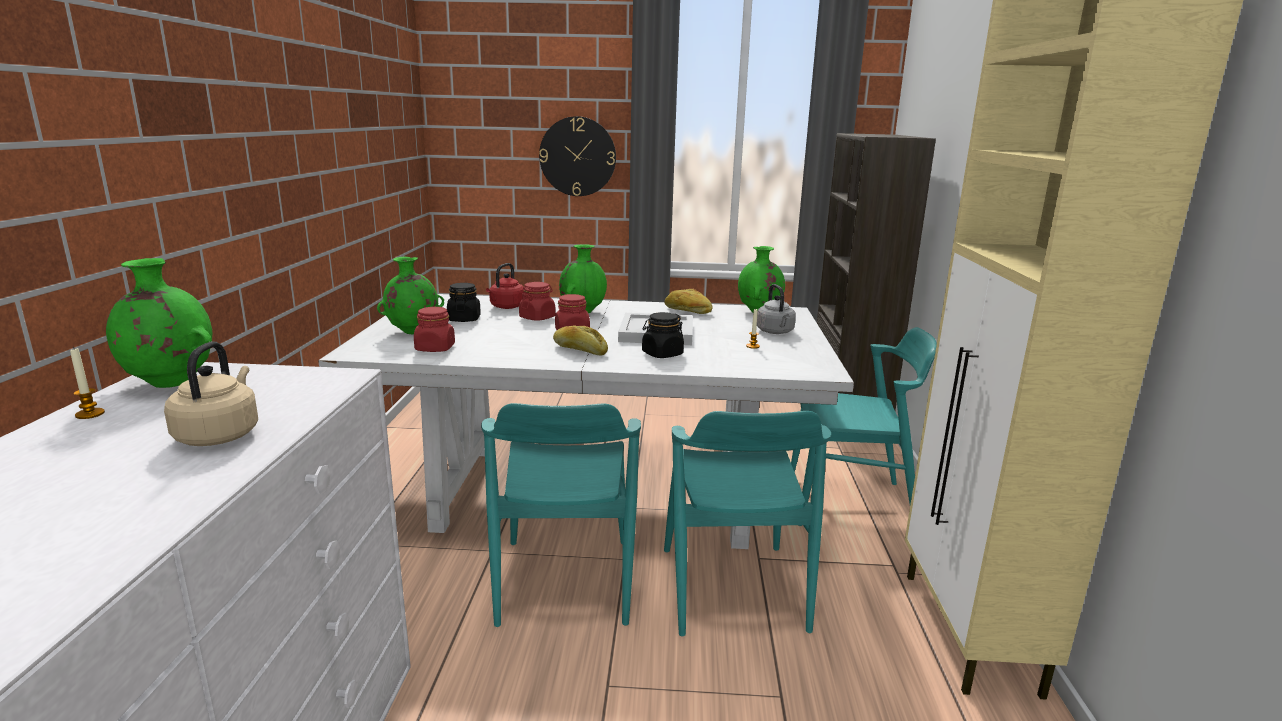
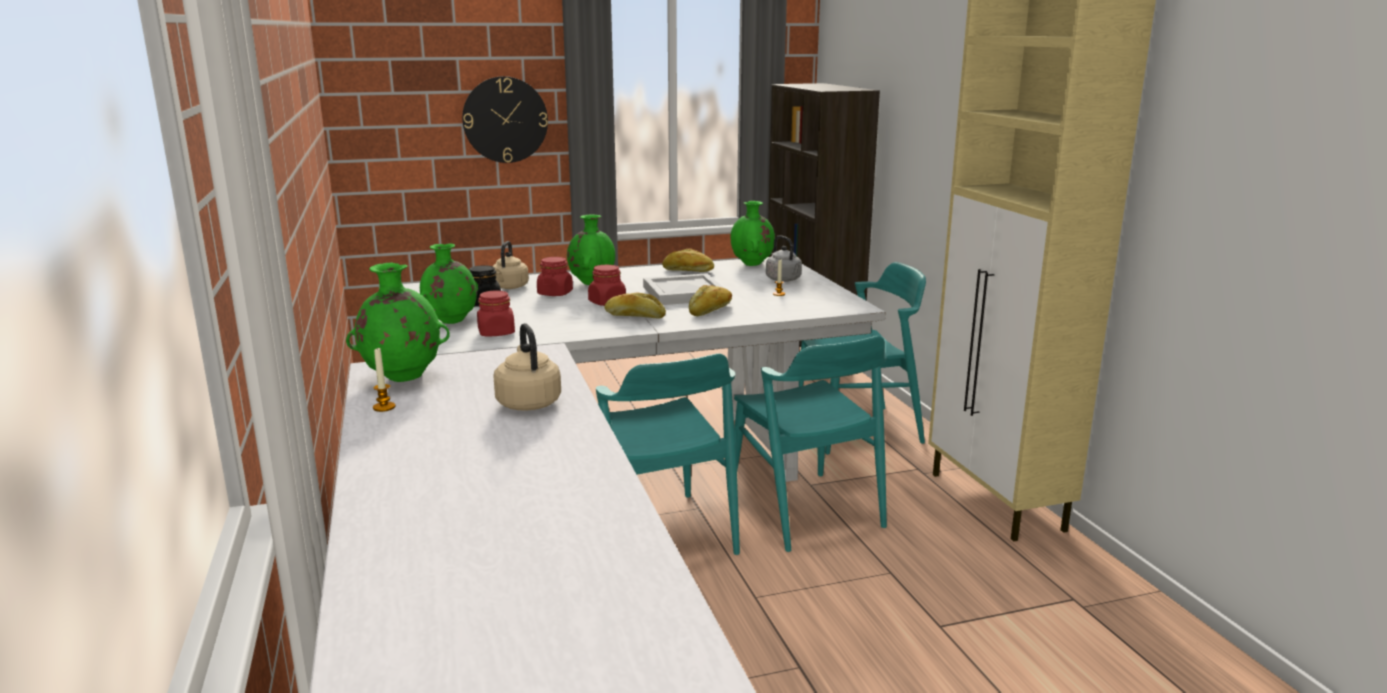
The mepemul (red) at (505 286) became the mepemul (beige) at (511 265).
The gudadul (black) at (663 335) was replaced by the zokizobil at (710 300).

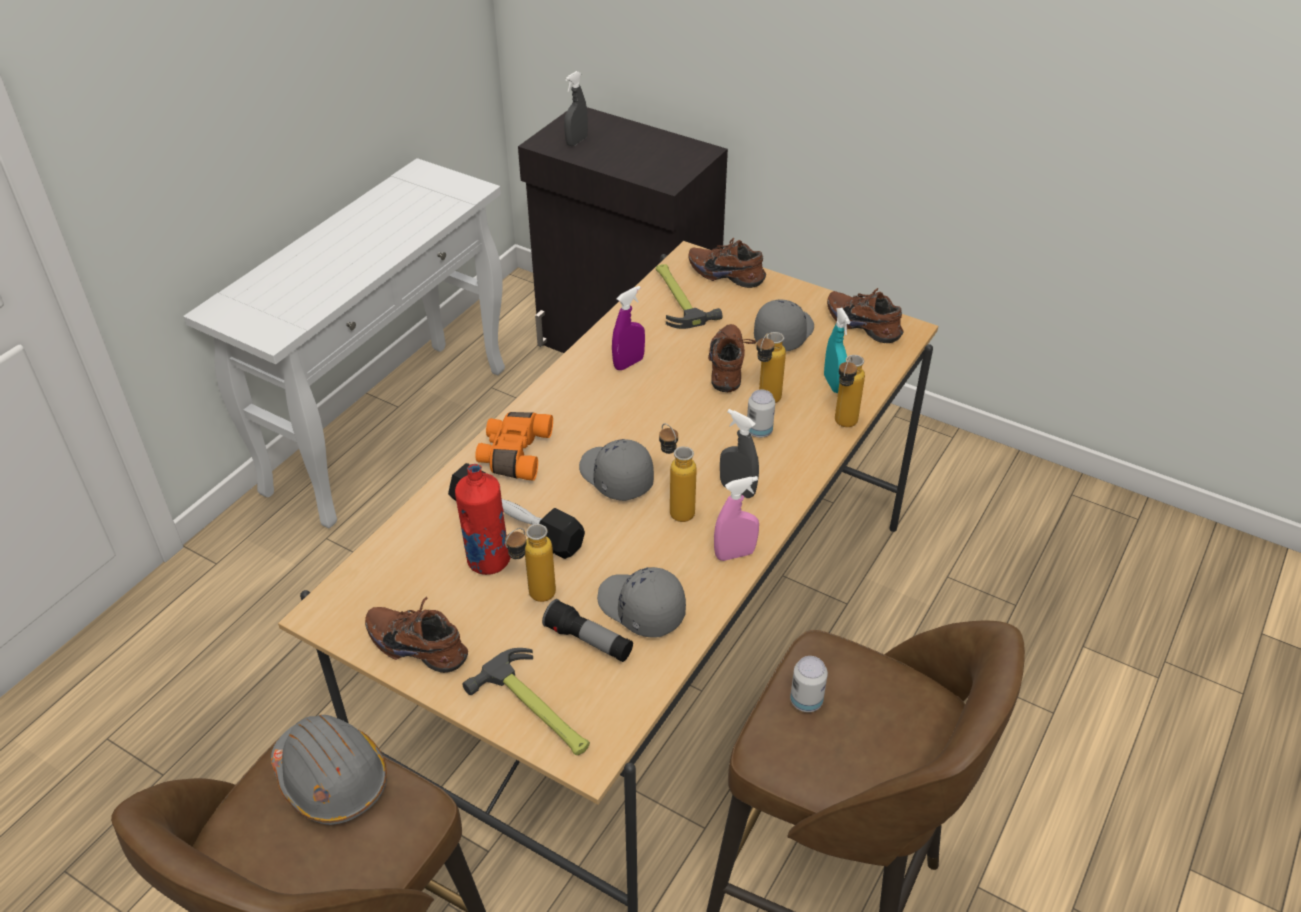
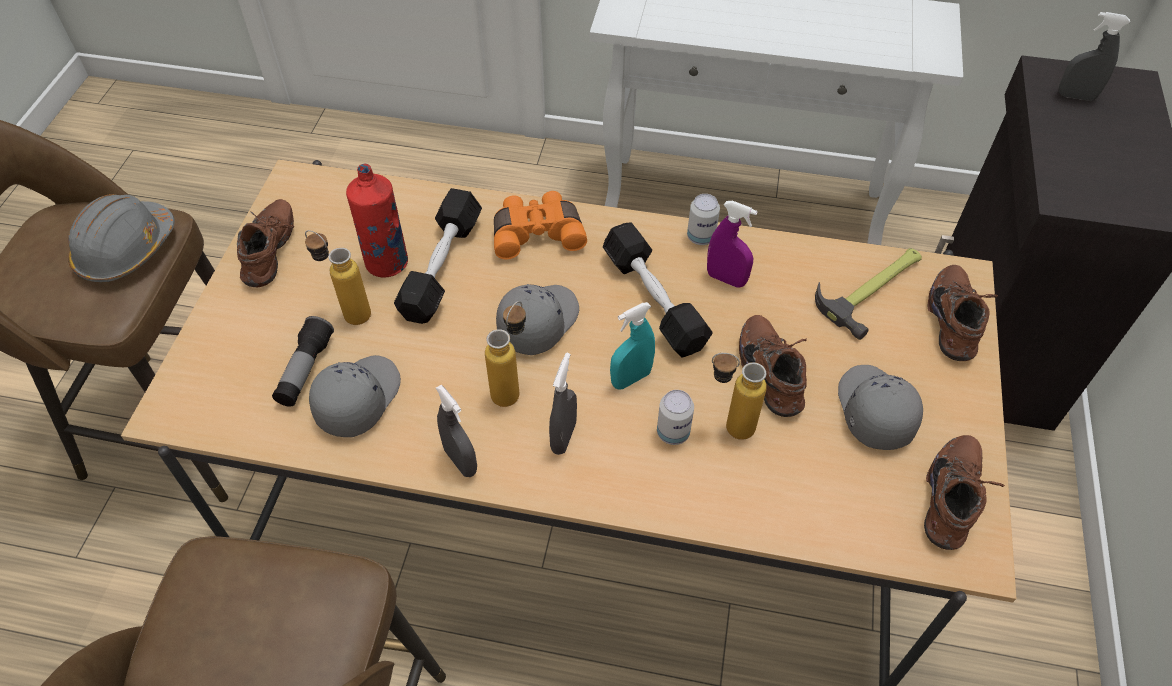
The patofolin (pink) at (736 518) became the patofolin (grey) at (456 431).
The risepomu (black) at (658 290) appeared.
The patofolin (turquoise) moved from (837 350) to (632 345).
The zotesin moved from (809 684) to (703 219).
The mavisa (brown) at (732 358) turned 90 degrees counterclockwise.
The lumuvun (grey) at (784 325) turned 105 degrees counterclockwise.
The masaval at (526 701) disappeared.
The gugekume at (850 391) disappeared.

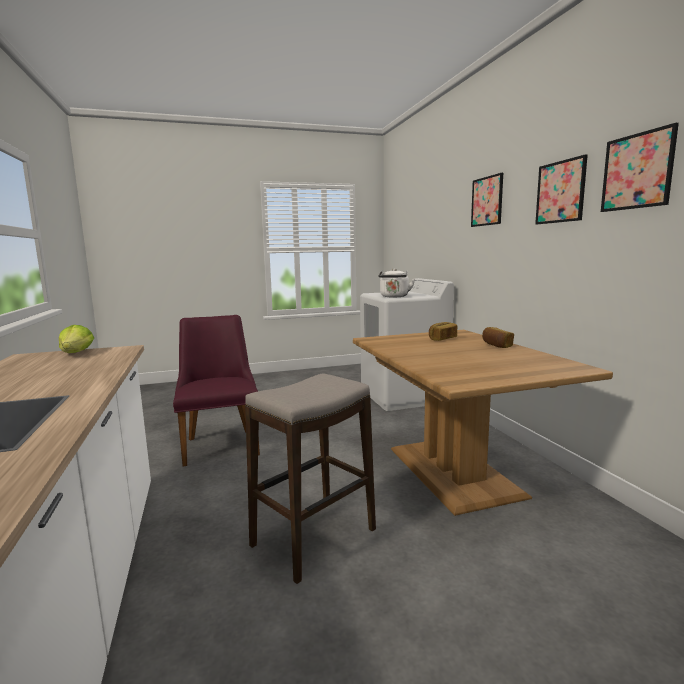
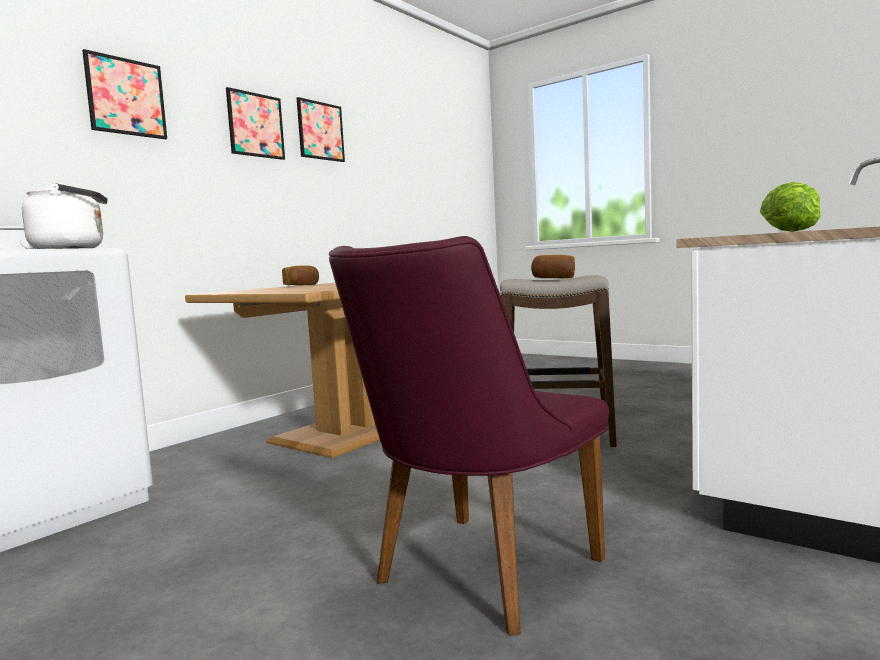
The zokizobil moved from (443 331) to (553 266).

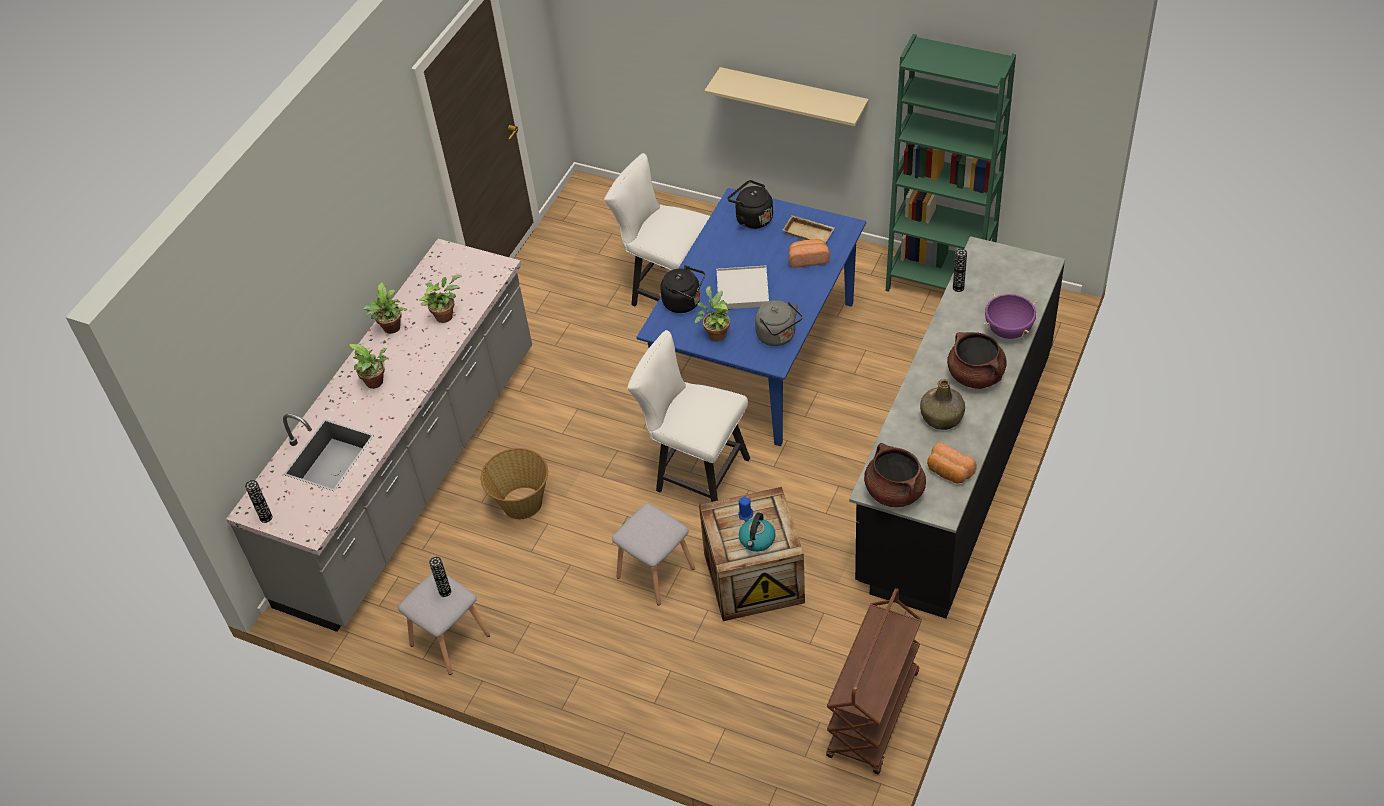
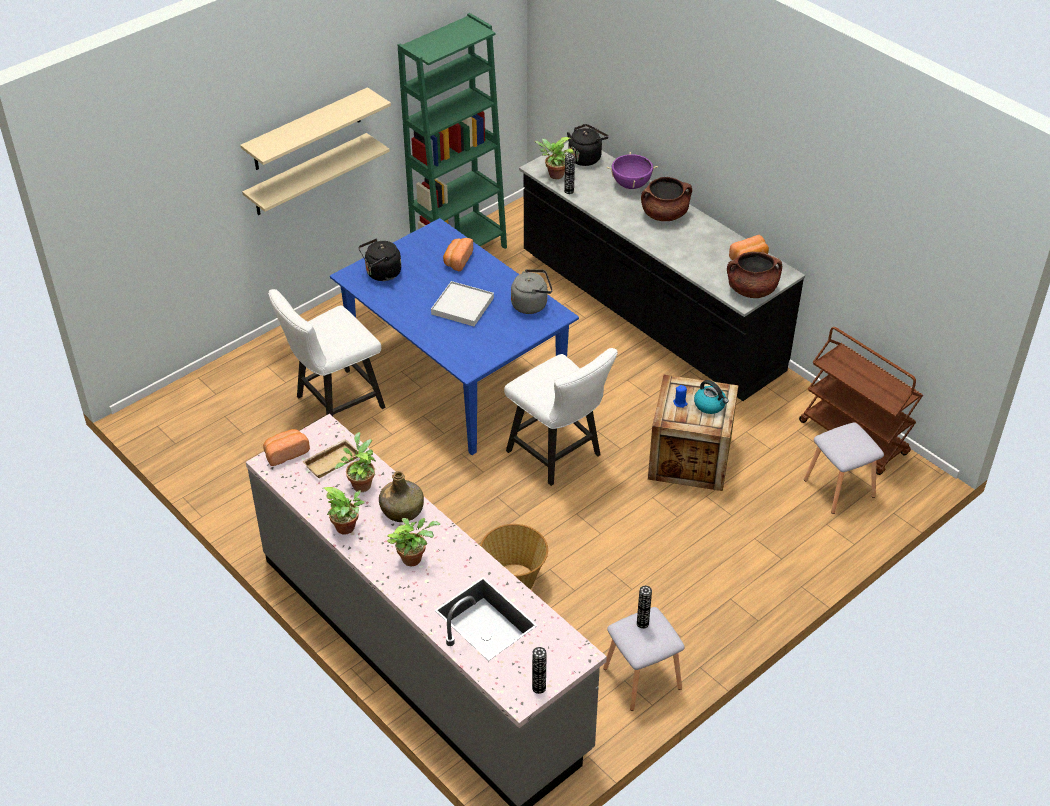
The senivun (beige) at (315 128) appeared.
The zokizobil at (286 447) appeared.
The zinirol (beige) moved from (809 229) to (330 458).
The gugekume (green) moved from (942 404) to (401 496).
The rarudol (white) at (688 416) turned 90 degrees counterclockwise.
The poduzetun moved from (713 314) to (554 158).
The mepemul (black) moved from (682 289) to (588 145).
The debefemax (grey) moved from (653 555) to (844 468).

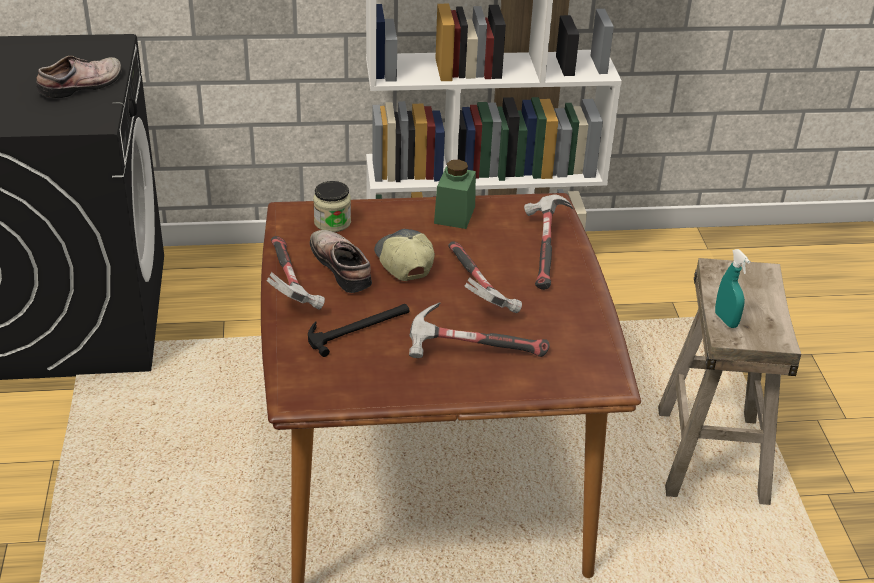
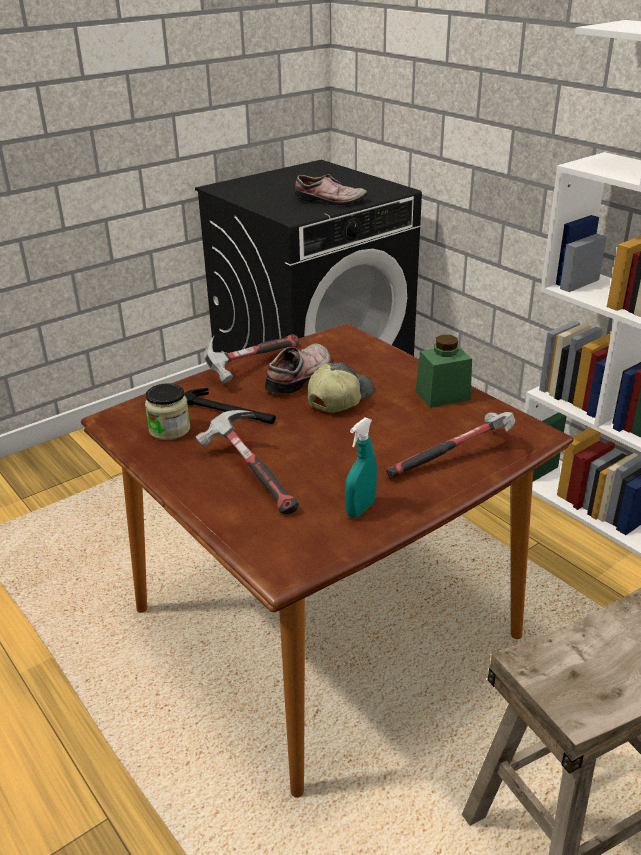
The gudadul moved from (332 206) to (167 411).
The patofolin (turquoise) moved from (732 288) to (361 467).
The masaval at (485 277) disappeared.

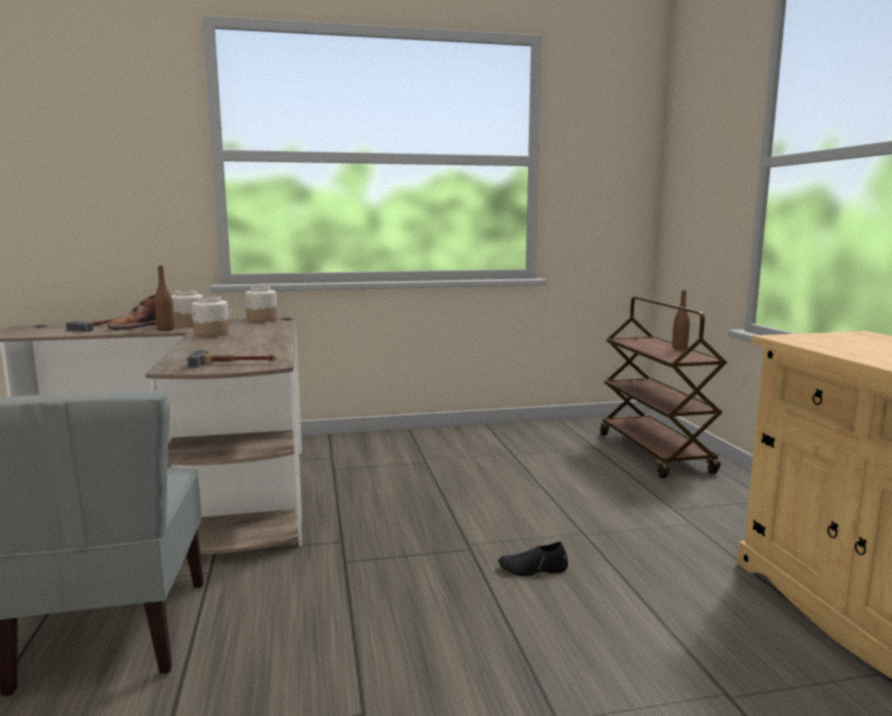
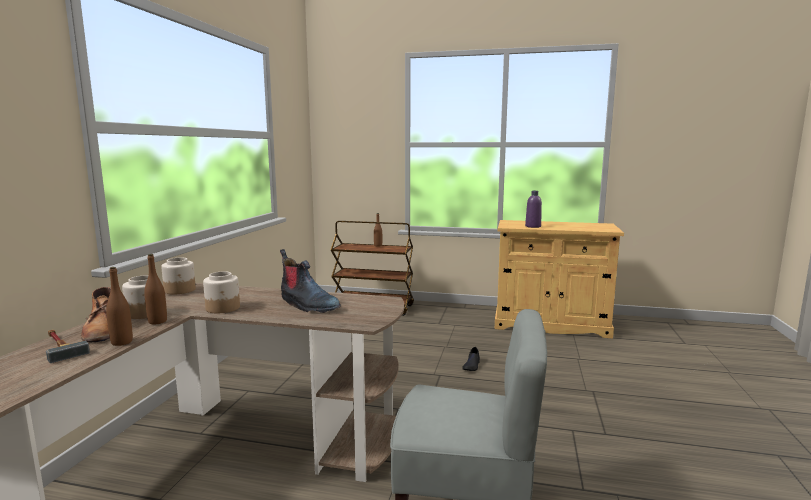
The gugekume (brown) at (119 306) appeared.
The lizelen at (310 281) appeared.
The gugekume (purple) at (533 209) appeared.
The masaval at (232 359) disappeared.

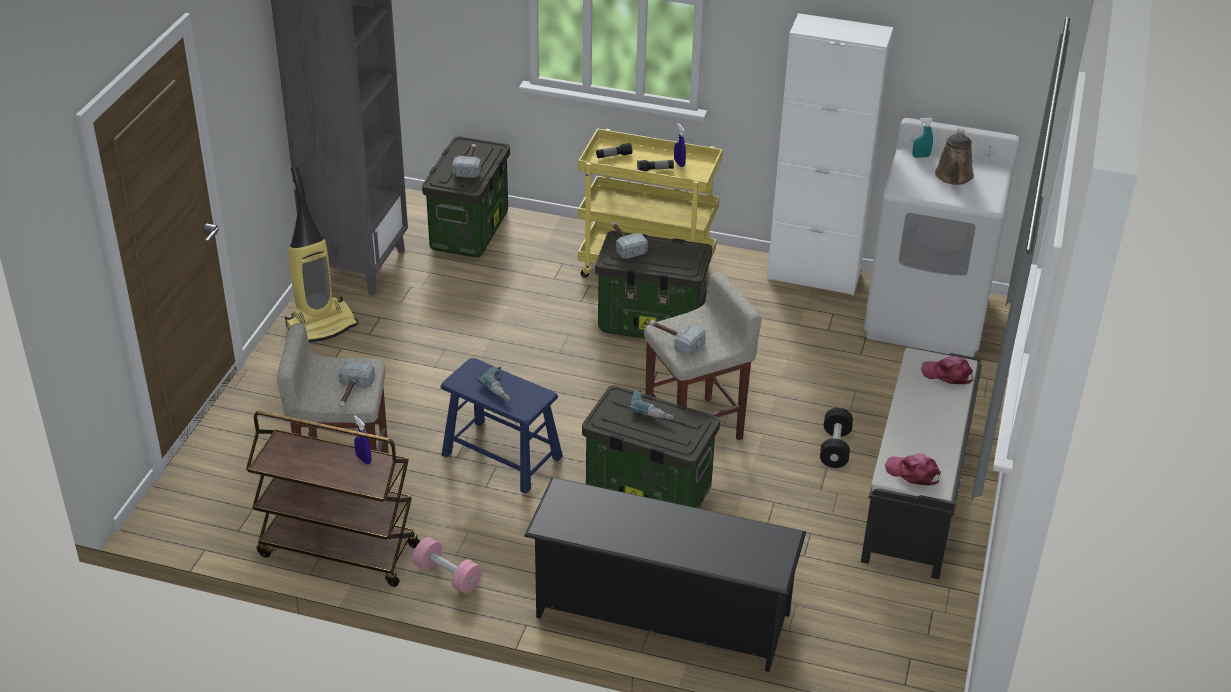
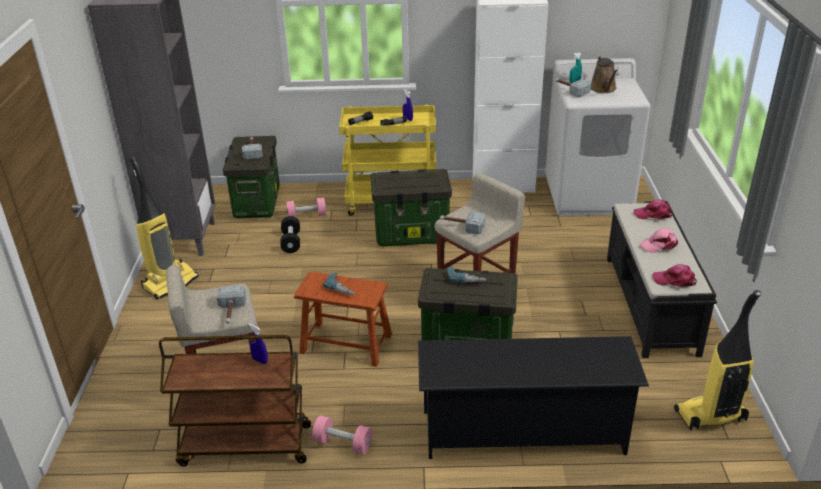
The risepomu (black) moved from (836 438) to (290 234).
The risepomu (pink) at (306 207) appeared.
The debefemax (blue) at (502 426) became the debefemax (brown) at (343 319).
The masaval moved from (629 240) to (573 87).
The lumuvun (pink) at (658 240) appeared.
The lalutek at (718 360) appeared.

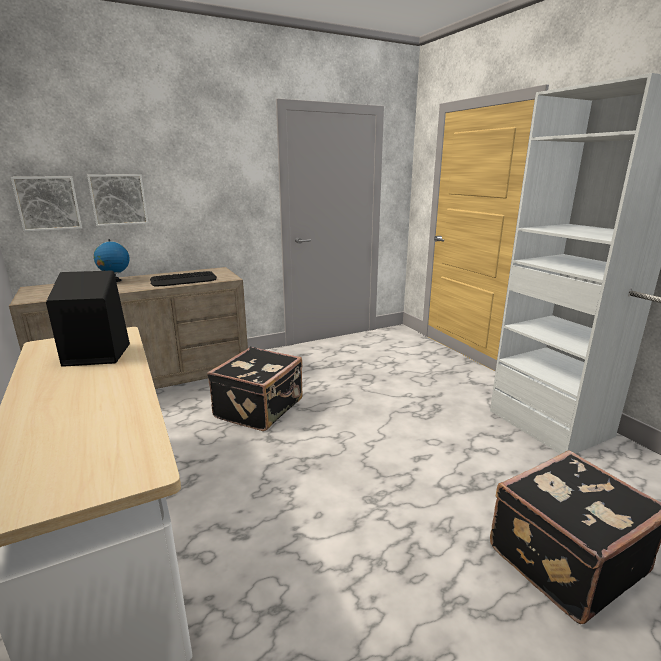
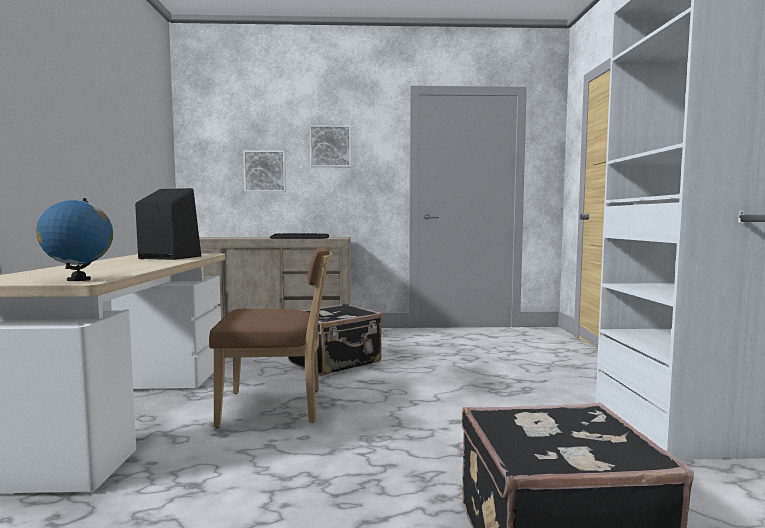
The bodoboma moved from (111 260) to (74 239).
The rarudol (brown) at (270 337) appeared.
The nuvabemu moved from (46 204) to (330 146).

